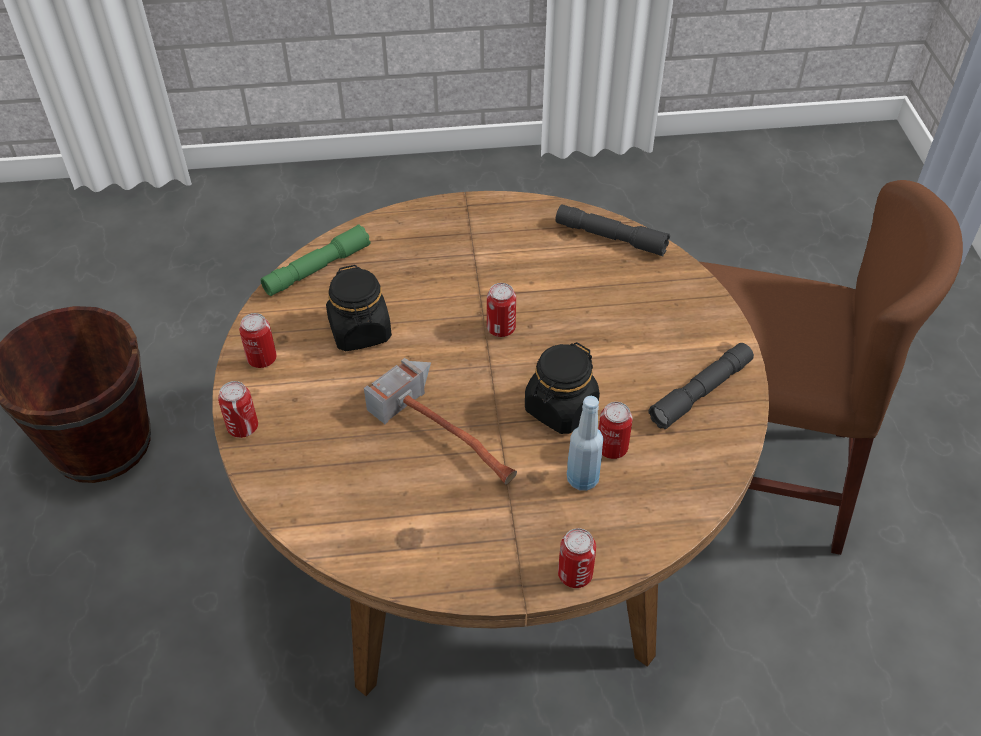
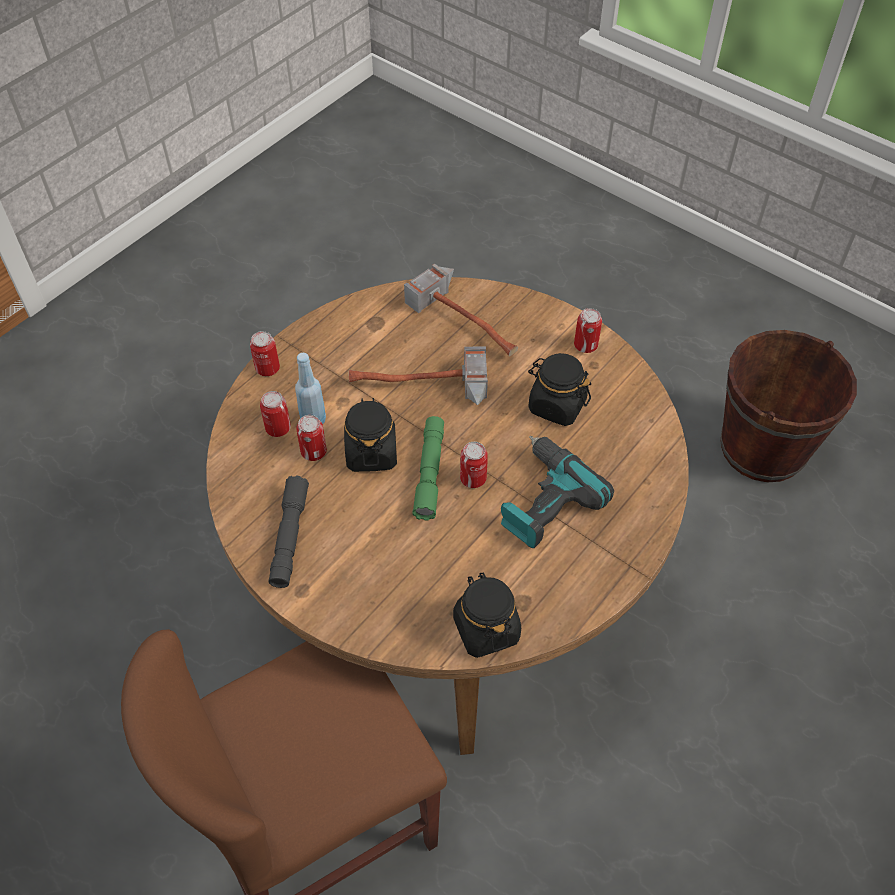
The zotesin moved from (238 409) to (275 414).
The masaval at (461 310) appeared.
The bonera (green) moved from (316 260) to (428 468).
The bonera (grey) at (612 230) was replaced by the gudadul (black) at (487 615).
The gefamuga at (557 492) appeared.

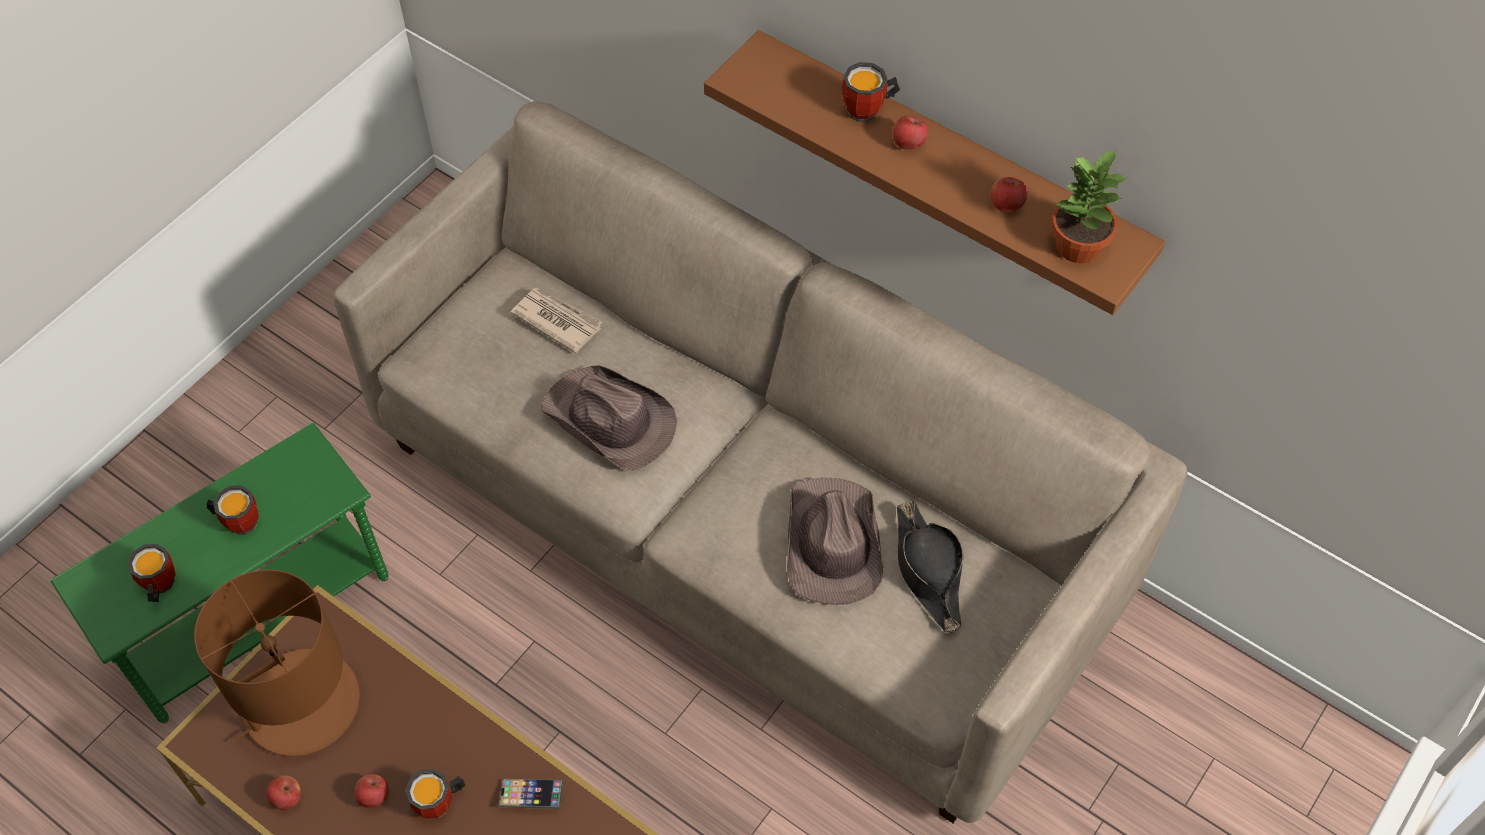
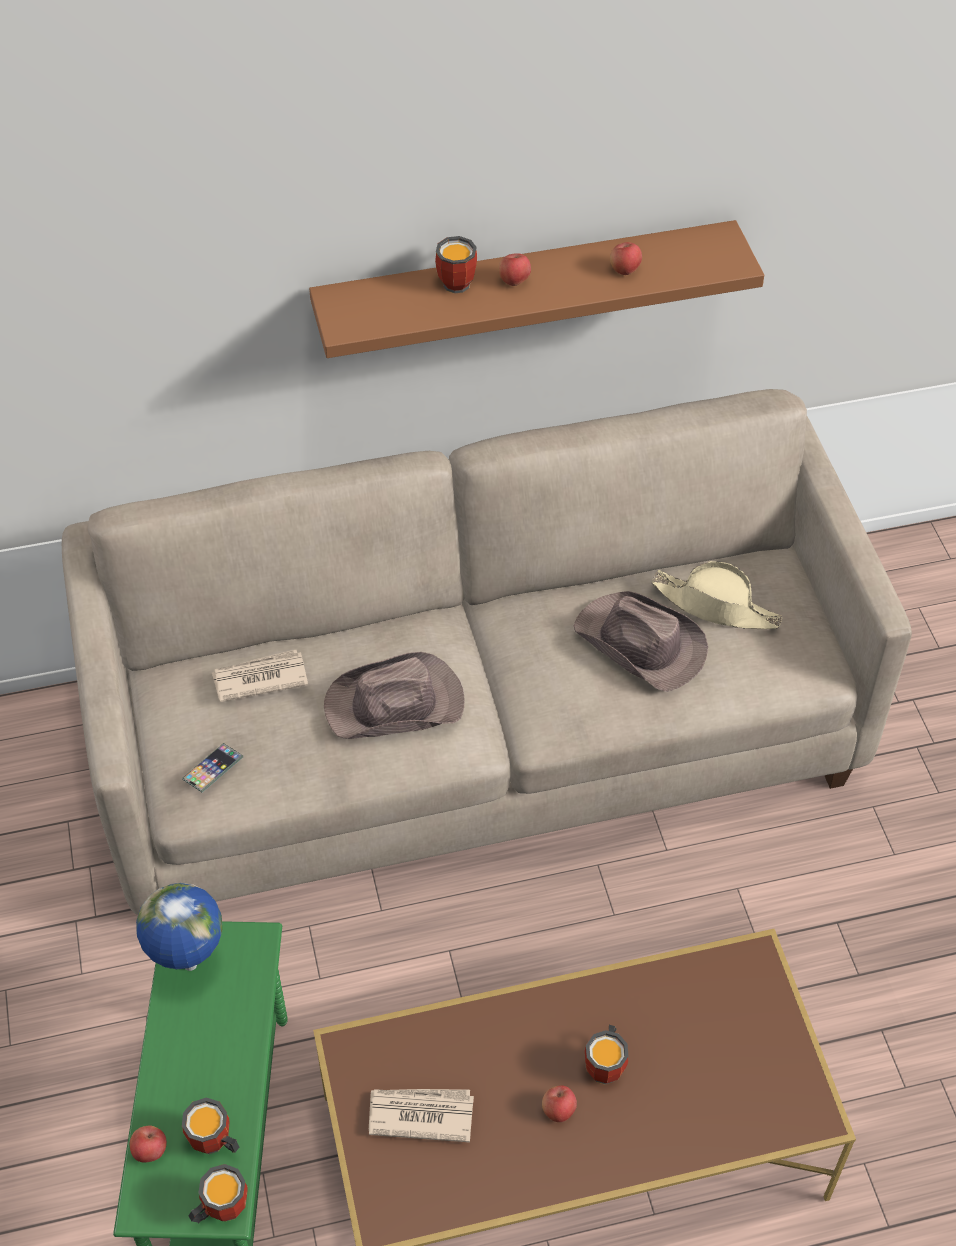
The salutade moved from (283 792) to (148 1144).
The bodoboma at (179 927) appeared.
The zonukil moved from (531 793) to (212 767).
The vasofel moved from (232 510) to (218 1194).
The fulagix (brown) at (277 662) was replaced by the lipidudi at (421 1115).
The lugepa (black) at (930 567) became the lugepa (beige) at (717 595).
The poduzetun at (1090 206) disappeared.

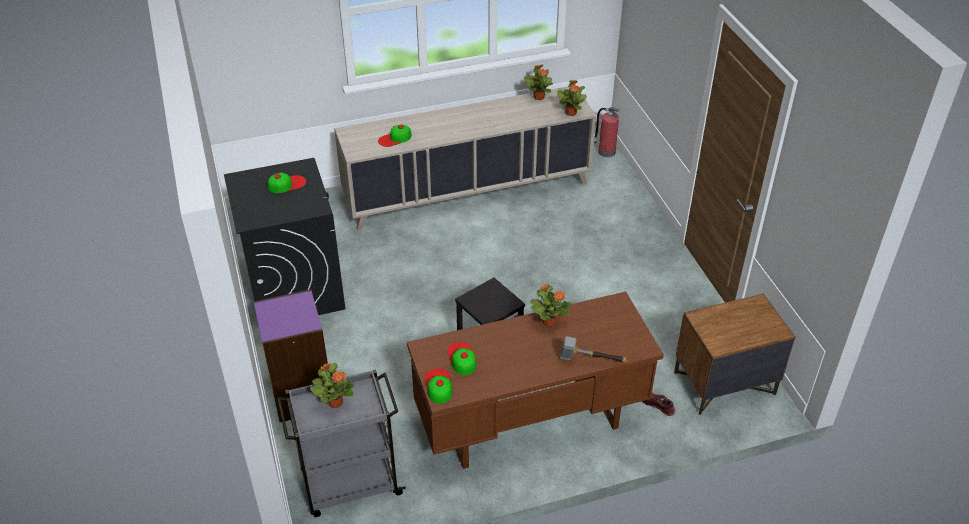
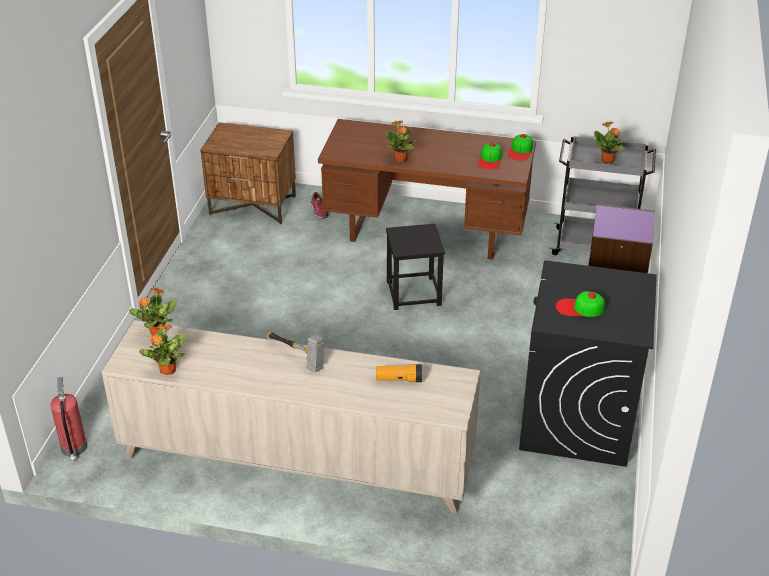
The masaval moved from (593 349) to (295 352).
The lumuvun at (395 136) was replaced by the bonera at (399 373).

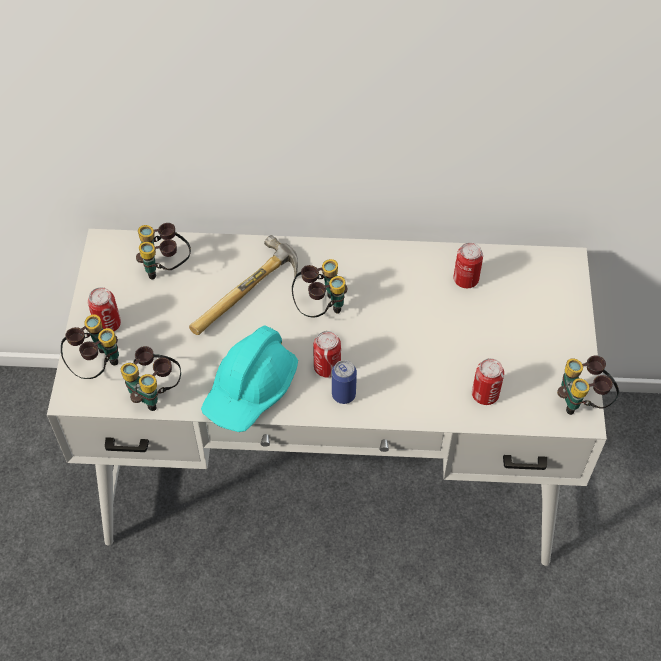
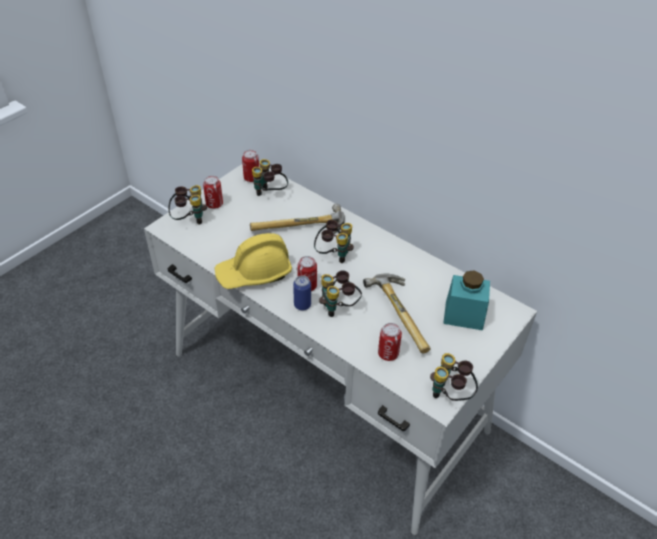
The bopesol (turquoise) at (249 378) became the bopesol (yellow) at (253 261).
The zotesin moved from (468 265) to (250 166).
The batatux moved from (150 378) to (340 293).
The masaval at (397 313) appeared.
The gudadul (turquoise) at (466 300) appeared.

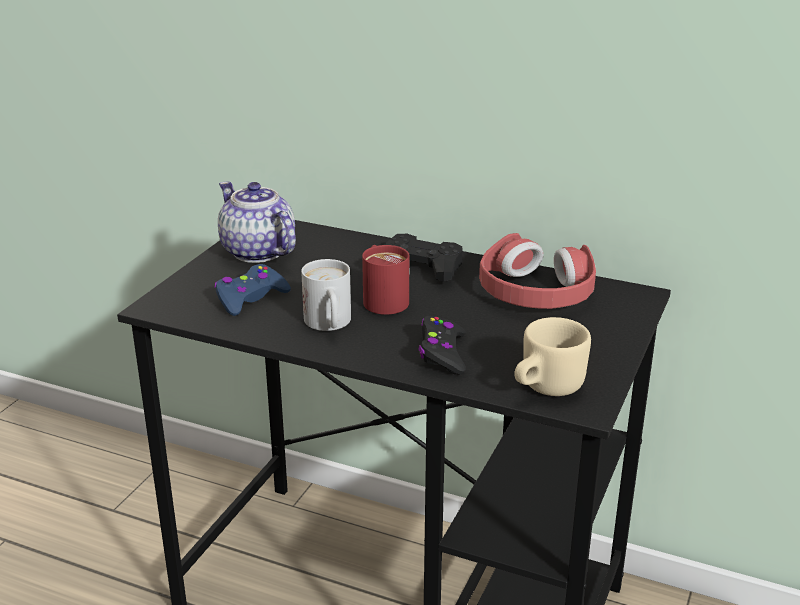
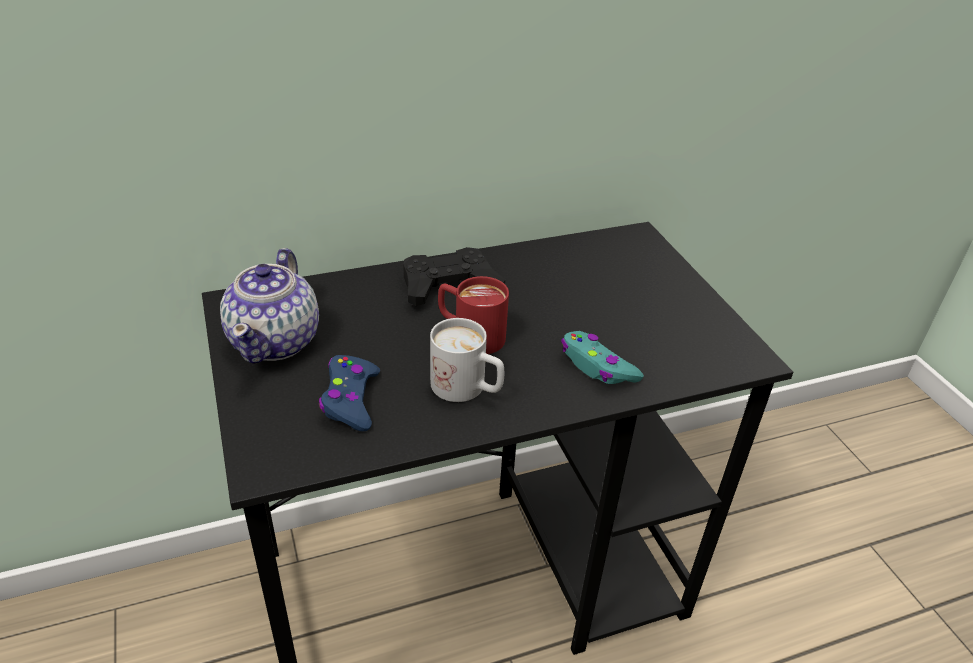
The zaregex at (257 222) turned 90 degrees counterclockwise.
The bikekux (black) at (442 345) became the bikekux (turquoise) at (602 357).
The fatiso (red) at (537 271) disappeared.
The vasofel (beige) at (552 356) disappeared.

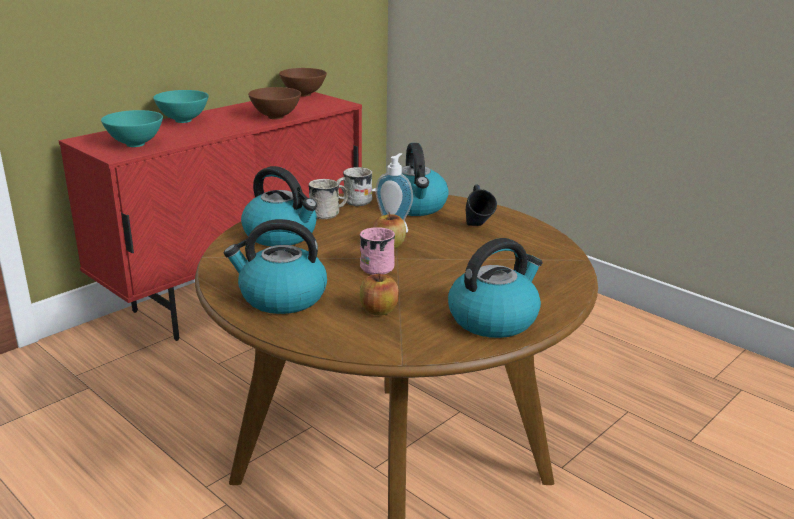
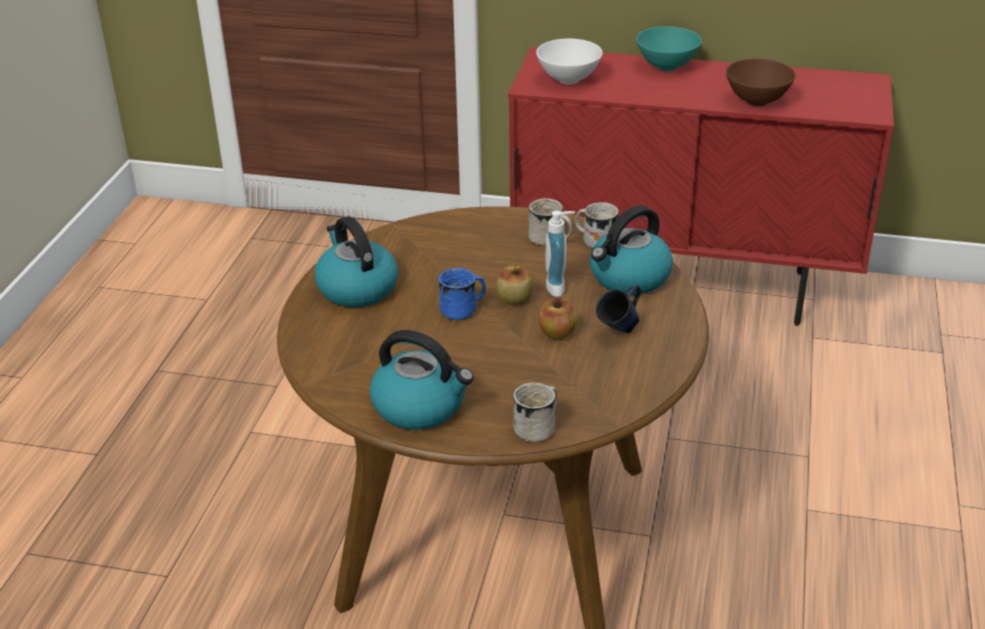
The vasofel (pink) at (377 251) became the vasofel (blue) at (462 294).
The vasofel (white) at (535 412) appeared.
The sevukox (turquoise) at (132 128) became the sevukox (white) at (569 62).
The salutade moved from (379 295) to (558 319).
The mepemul at (279 206) disappeared.
The sevukox (brown) at (303 82) disappeared.

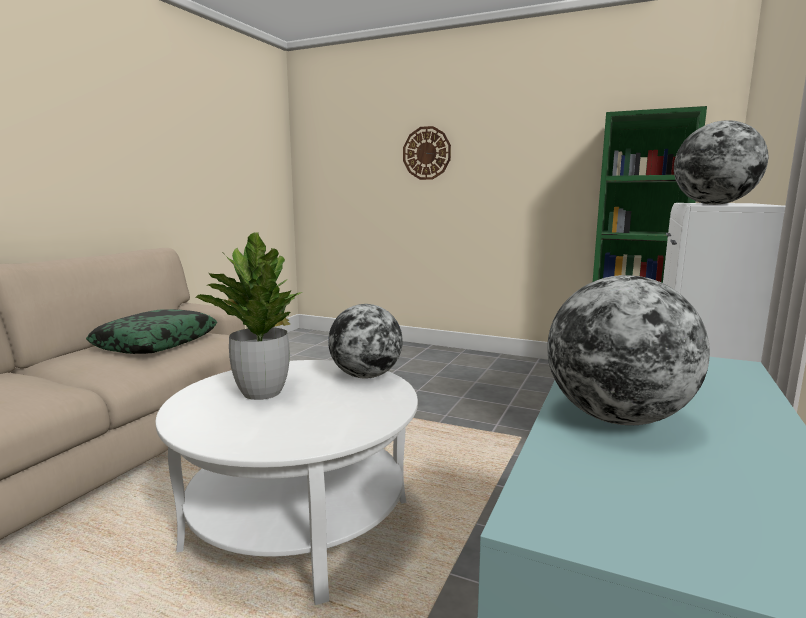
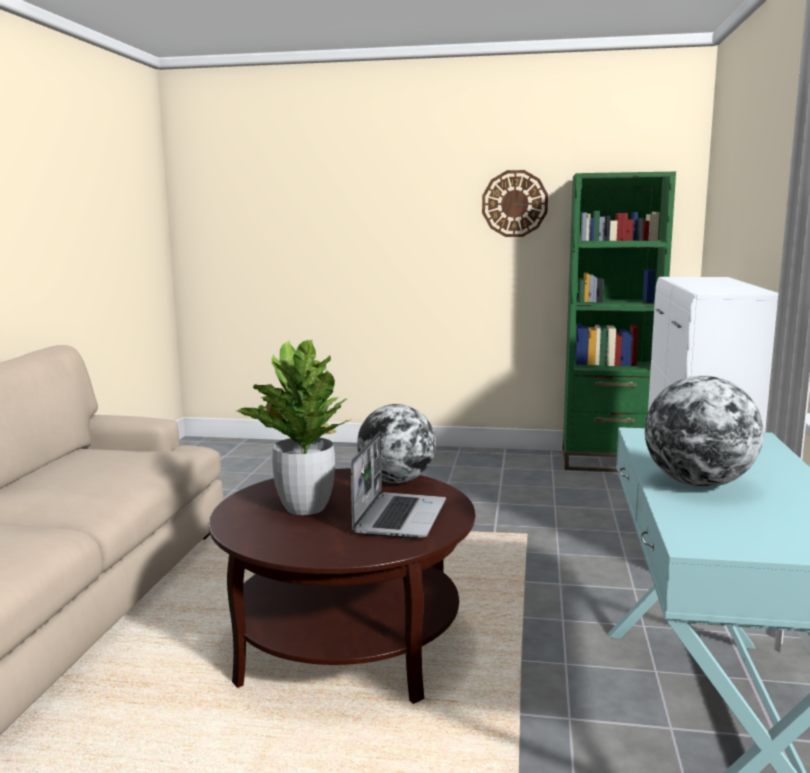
The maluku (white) at (286 482) became the maluku (brown) at (342 586).
The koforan at (398 485) appeared.
The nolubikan moved from (427 153) to (515 203).
The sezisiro at (151 331) disappeared.
The bodoboma at (721 162) disappeared.

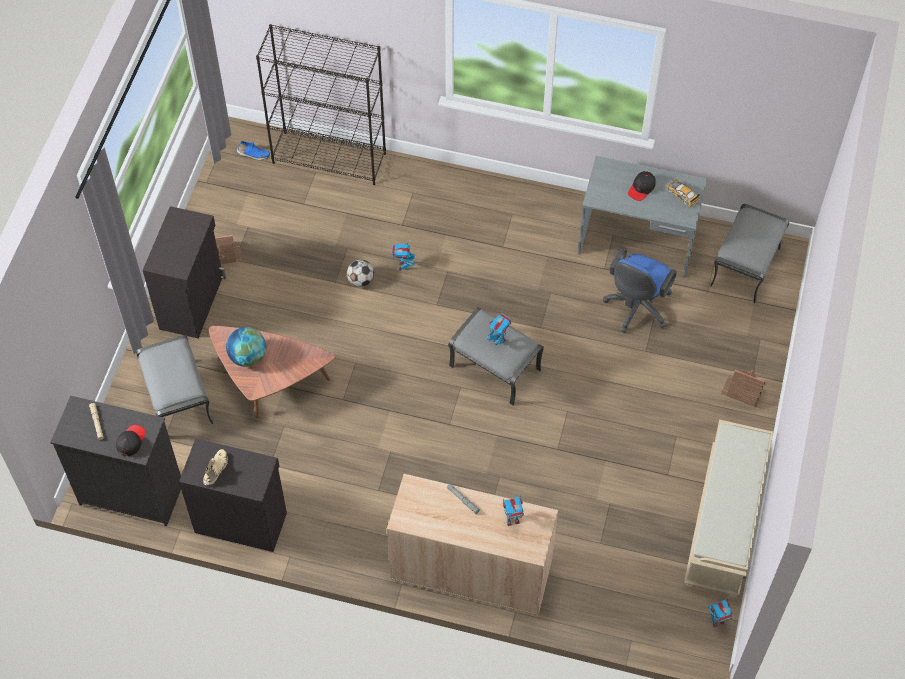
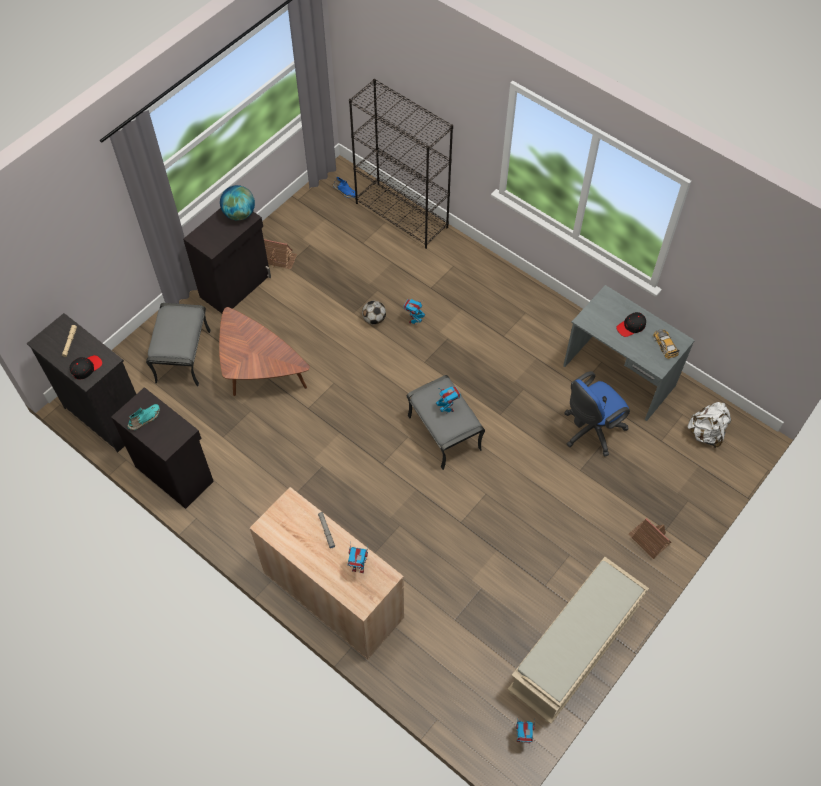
The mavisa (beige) at (215 467) became the mavisa (turquoise) at (143 417).
The bodoboma moved from (246 347) to (237 202).
The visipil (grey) at (749 253) was replaced by the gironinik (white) at (709 425).

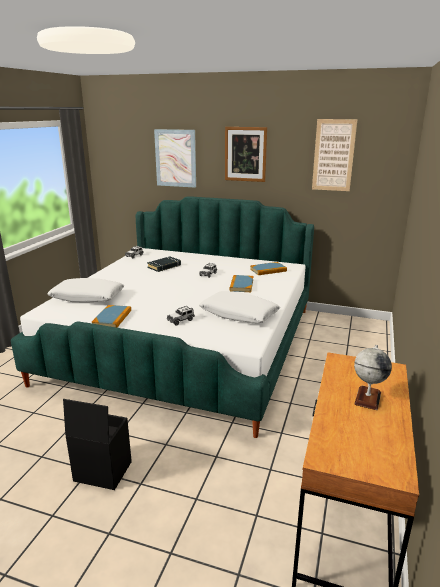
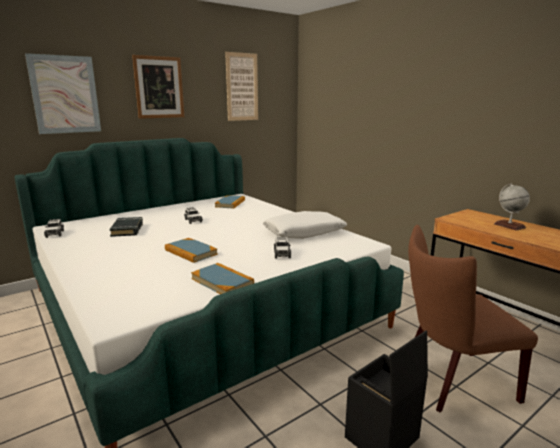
The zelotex moved from (241 283) to (191 250).
The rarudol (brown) at (473 318) appeared.
The sezisiro (white) at (85 290) disappeared.

